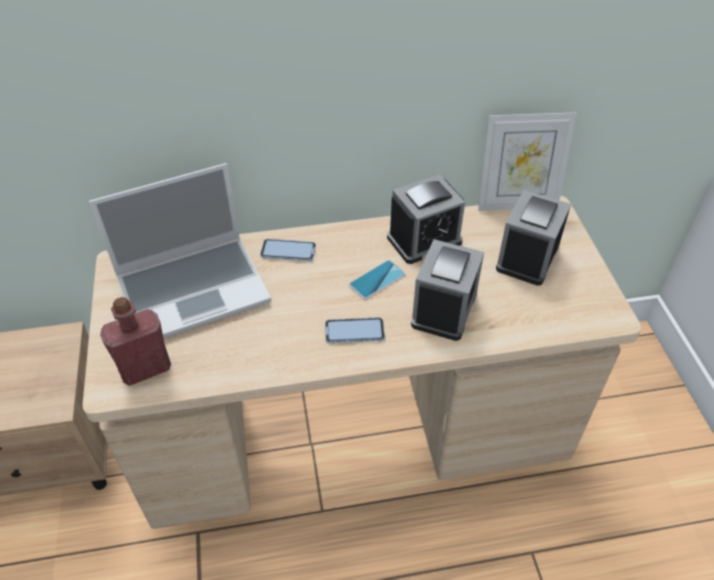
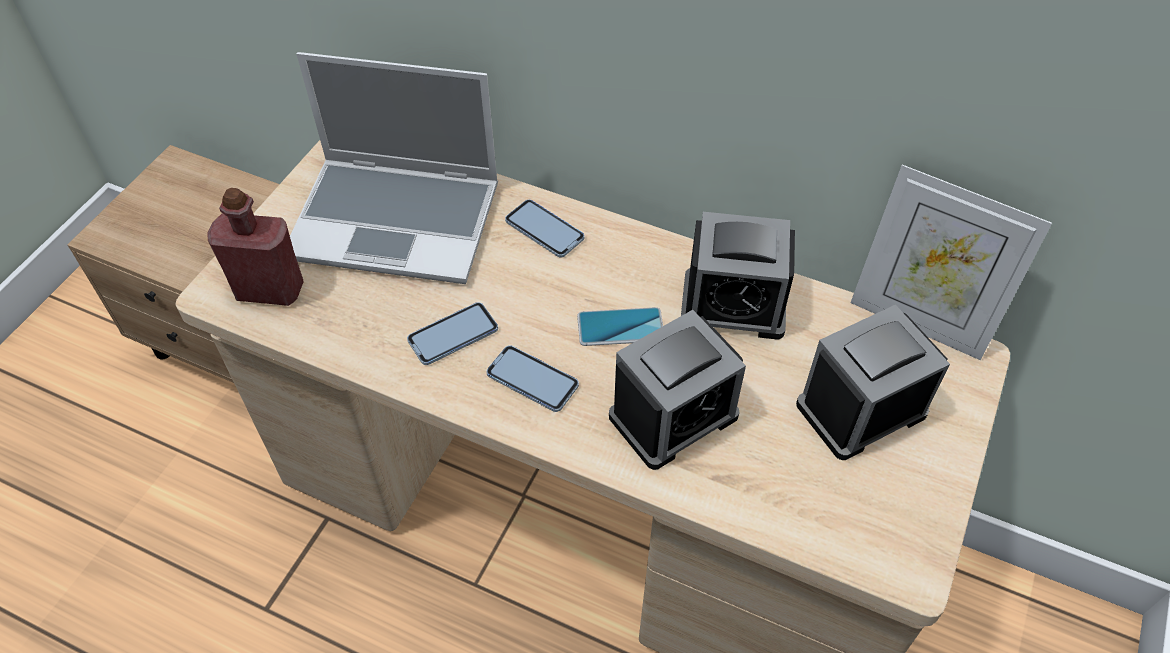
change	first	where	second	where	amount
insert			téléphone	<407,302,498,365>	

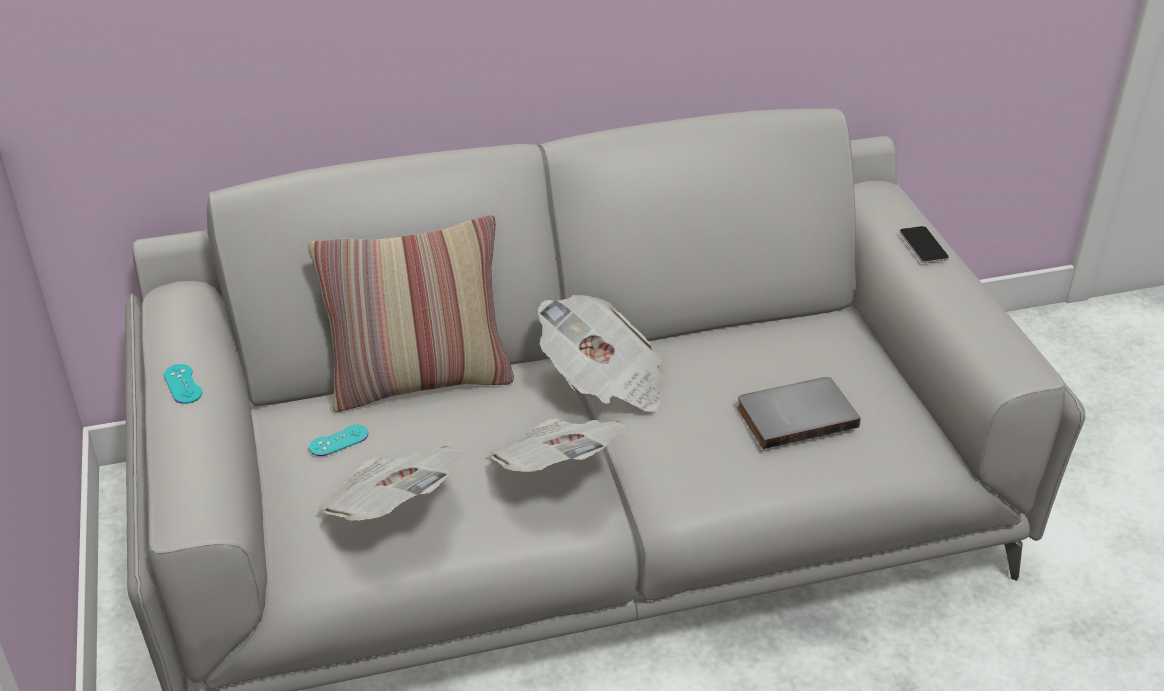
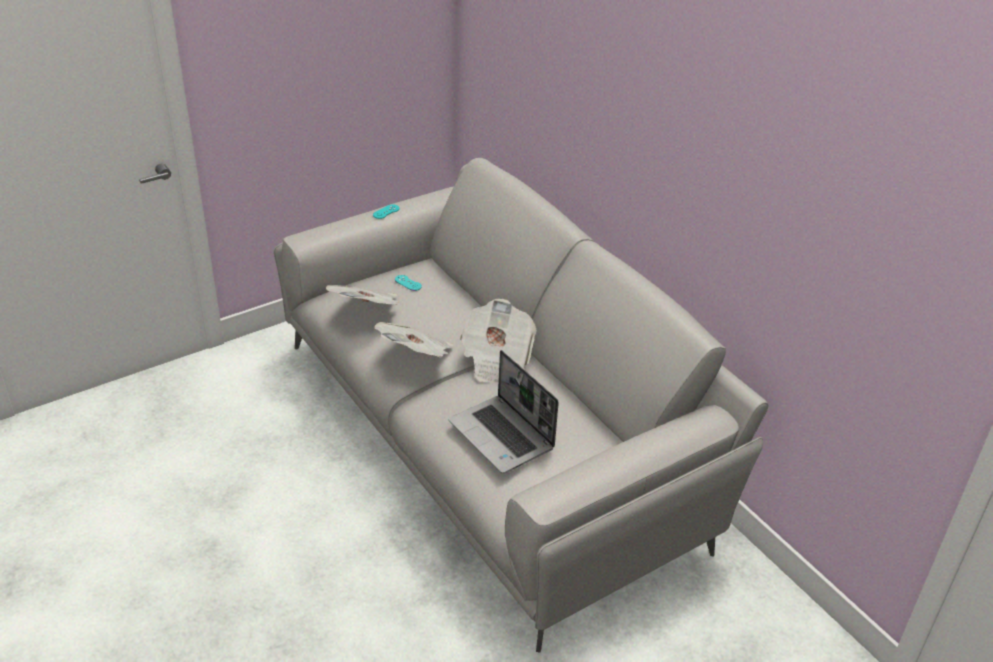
change	first	where	second	where	amount
delete	coussin	<308,215,514,412>			
delete	téléphone	<899,226,949,263>			
replace	livre [gris]	<737,377,861,449>	ordinateur portable	<449,350,559,474>	

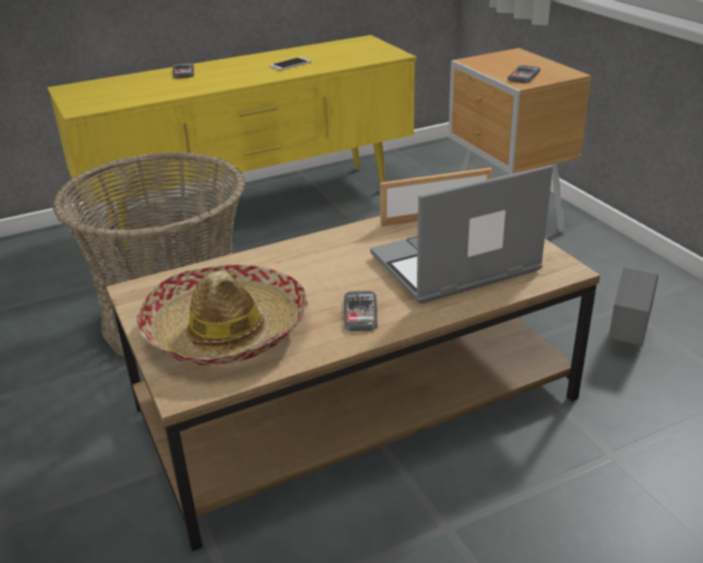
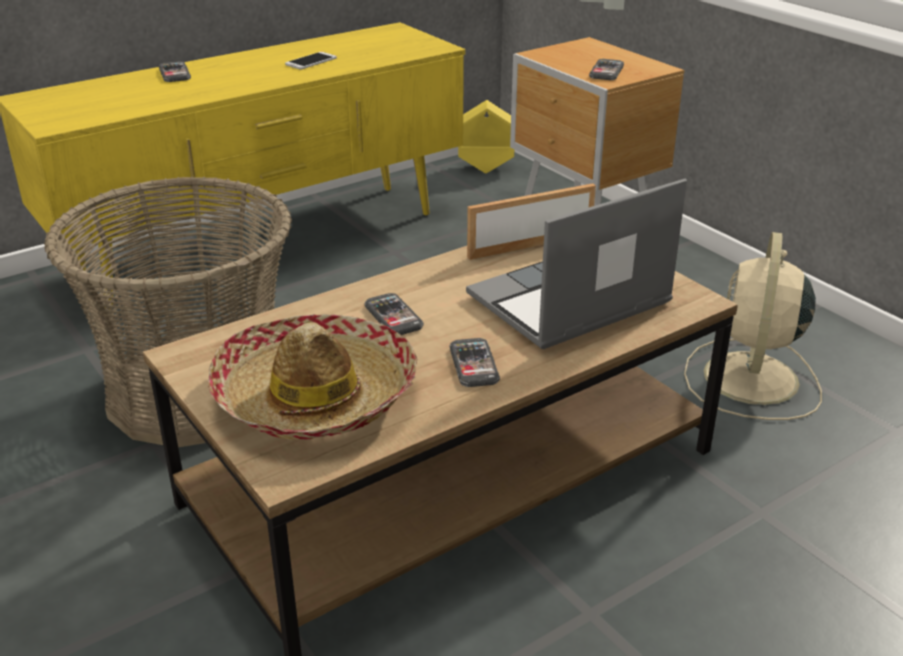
change	first	where	second	where	amount
replace	cache-pot [gris]	<608,267,659,346>	ventilateur [beige]	<684,232,822,420>	
insert			cache-pot [jaune]	<458,100,514,173>	
insert			téléphone	<364,293,424,335>	

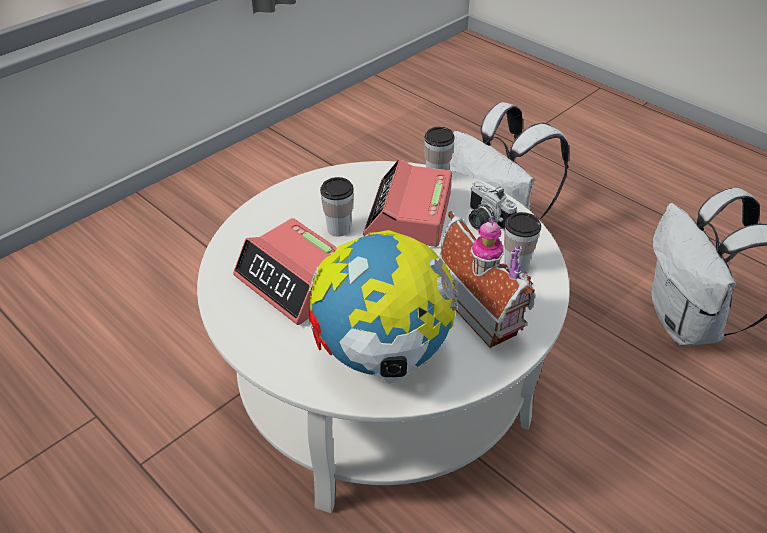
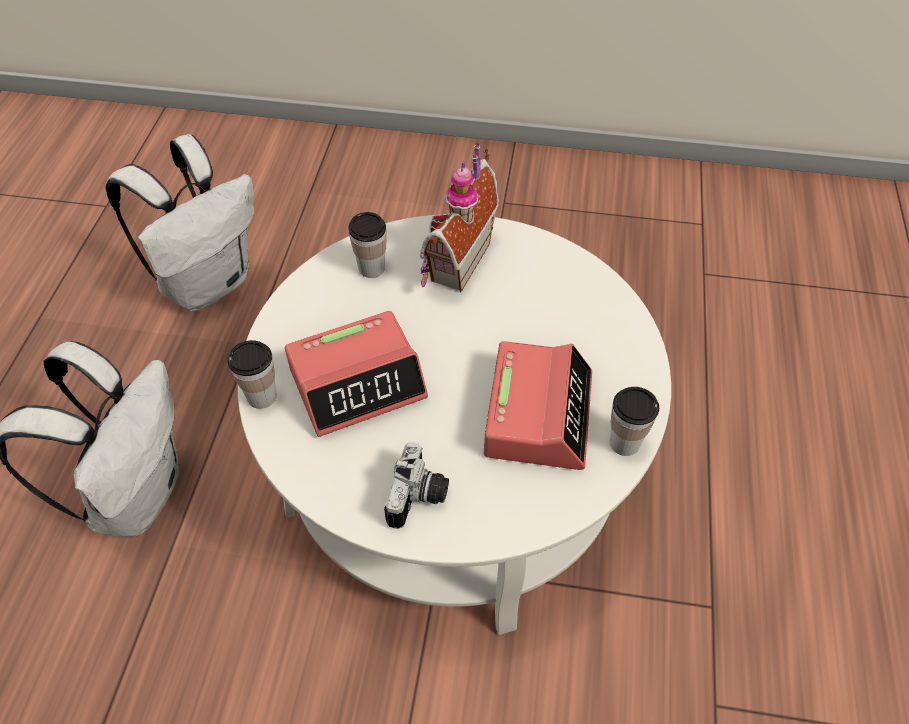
change	first	where	second	where	amount
move	tasse	<320,177,354,236>		<610,387,659,456>	
move	appareil photo	<469,182,517,230>		<384,442,449,529>	
delete	globe	<309,230,457,384>			

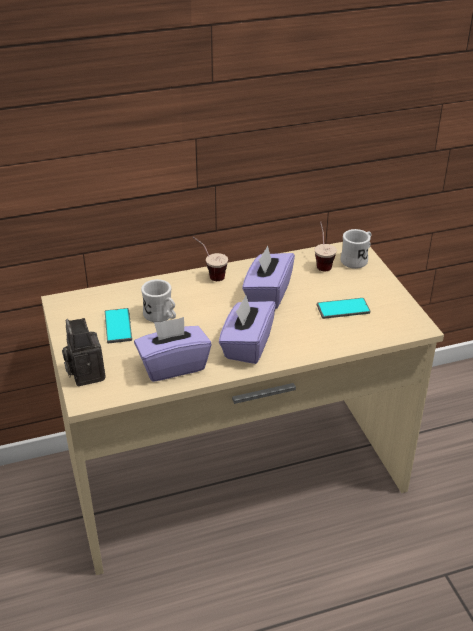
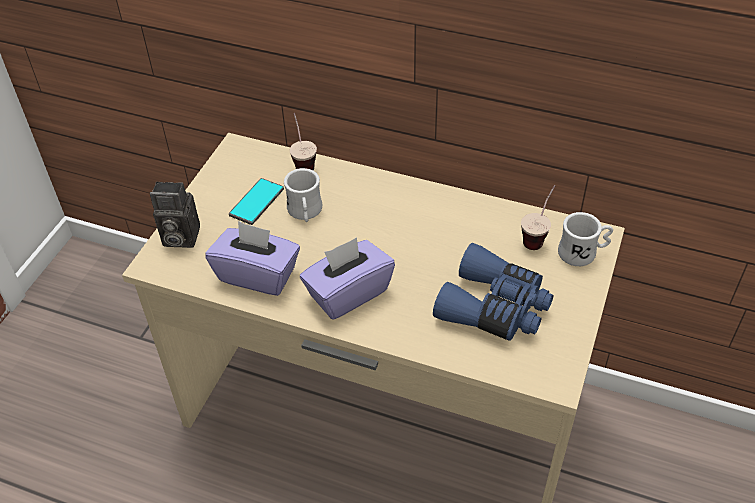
change	first	where	second	where	amount
move	tasse	<193,237,228,281>		<290,113,317,171>	
delete	boîte à mouchoirs [violet]	<242,245,295,309>			
replace	téléphone	<317,298,370,319>	jumelles [bleu]	<433,243,554,341>	
rotate	appareil photo	<62,318,106,386>		<150,182,200,248>	105 degrees counterclockwise

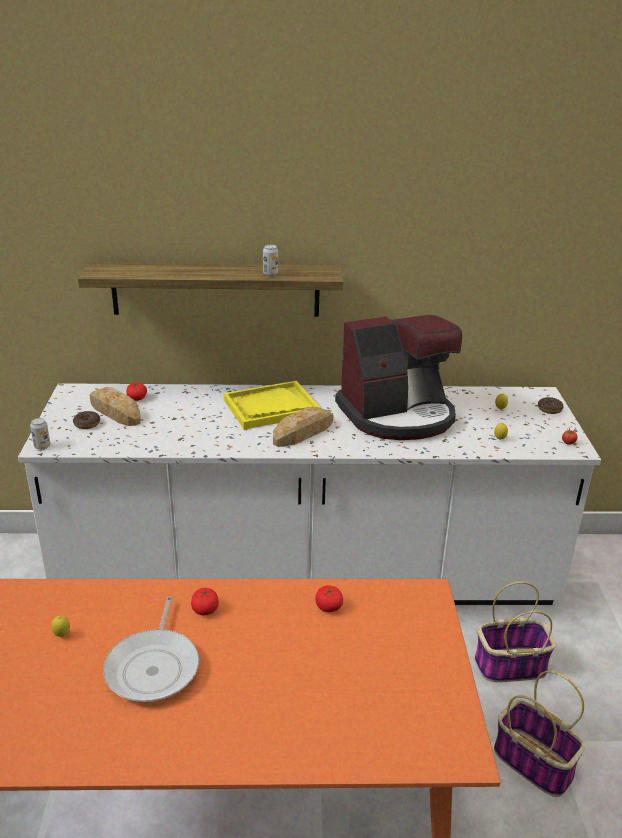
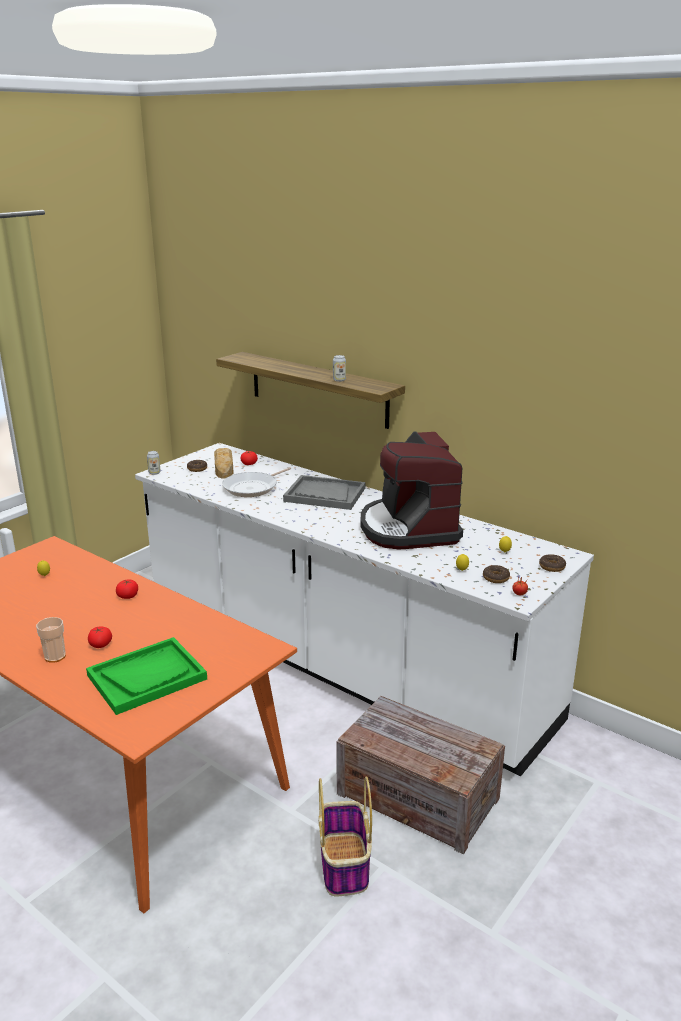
change	first	where	second	where	amount
rotate	machine à café	<335,314,462,440>		<360,431,463,550>	60 degrees clockwise
recolor	plateau [jaune]	<224,381,321,429>	plateau [gris]	<283,475,365,510>	
delete	pain	<273,407,333,447>			
replace	panier	<474,582,556,682>	caisse	<337,696,505,855>	
move	tomate	<315,585,343,612>		<88,626,112,648>	
move	poêle	<103,596,199,702>		<222,467,291,497>	
insert			beignet	<483,565,510,583>	
insert			tasse	<36,617,66,663>	
insert			plateau [vert]	<86,637,207,715>	

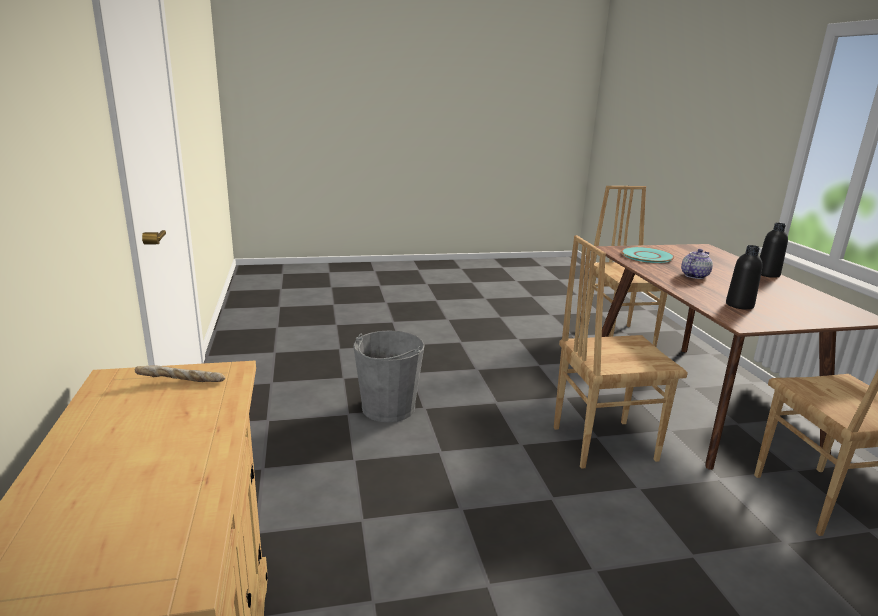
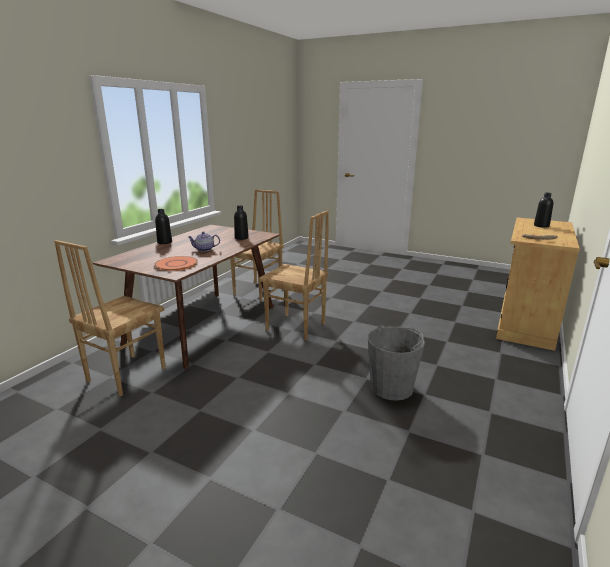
change	first	where	second	where	amount
recolor	assiette [turquoise]	<621,247,675,263>	assiette [orange]	<154,256,198,271>	
insert			bouteille [noir]	<534,193,553,228>	

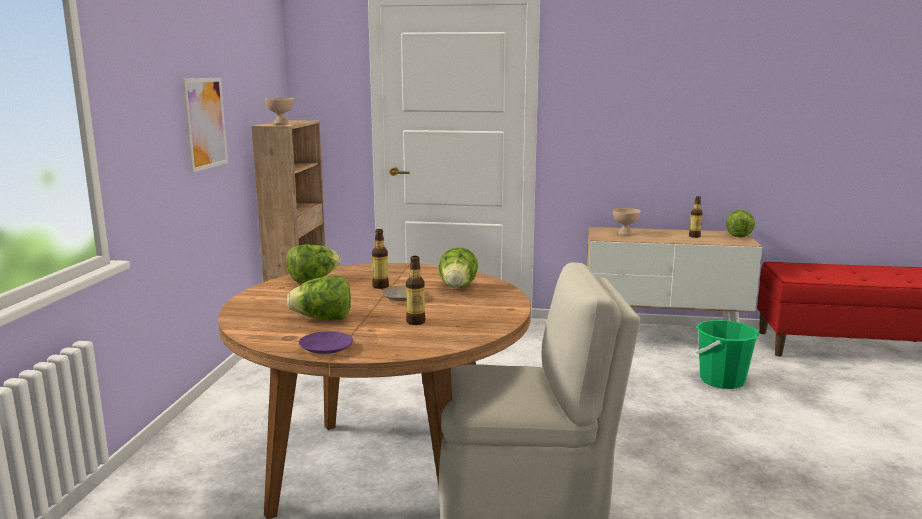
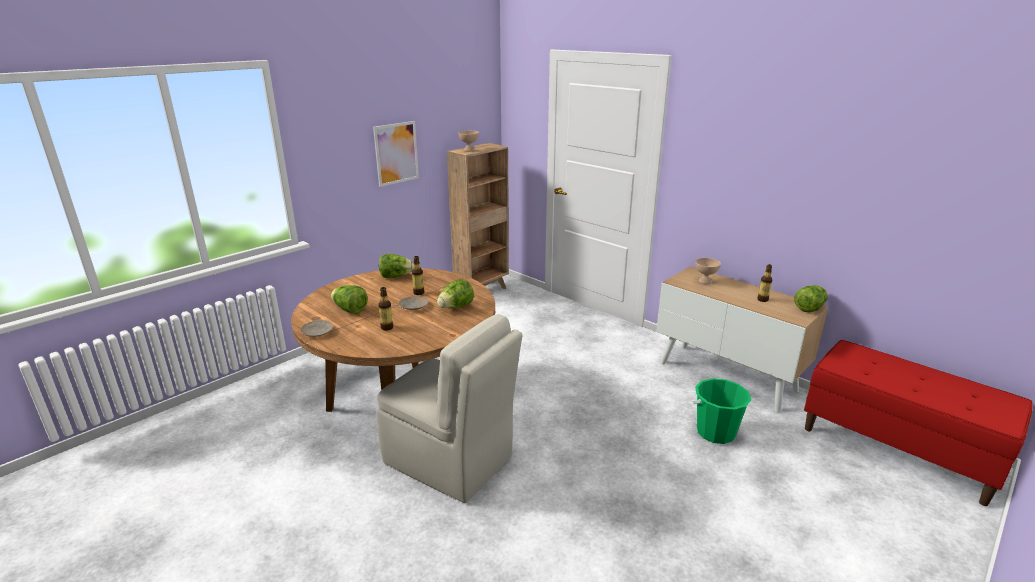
change	first	where	second	where	amount
recolor	assiette [violet]	<299,332,353,354>	assiette [beige]	<300,320,333,337>	

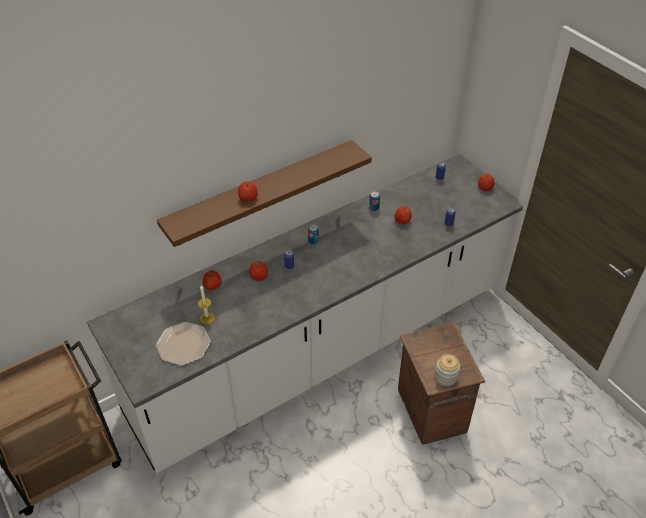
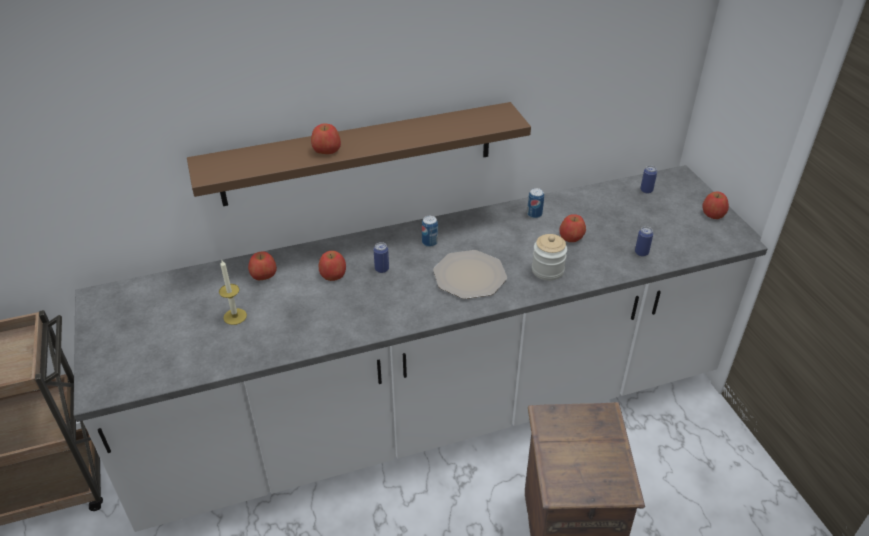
change	first	where	second	where	amount
move	assiette	<156,322,211,366>		<433,250,507,299>	
move	bocal	<435,354,460,386>		<532,234,567,281>	

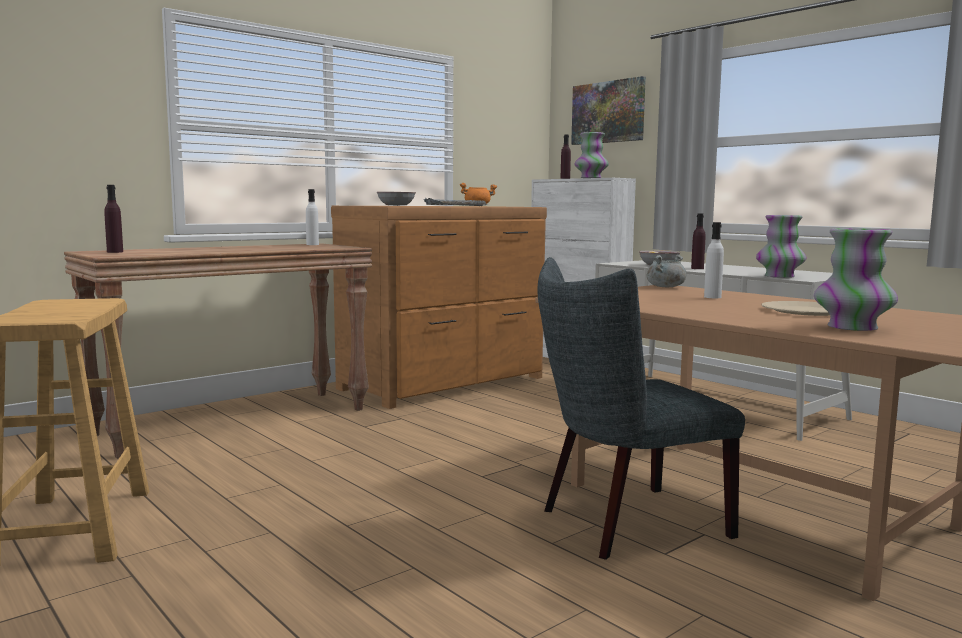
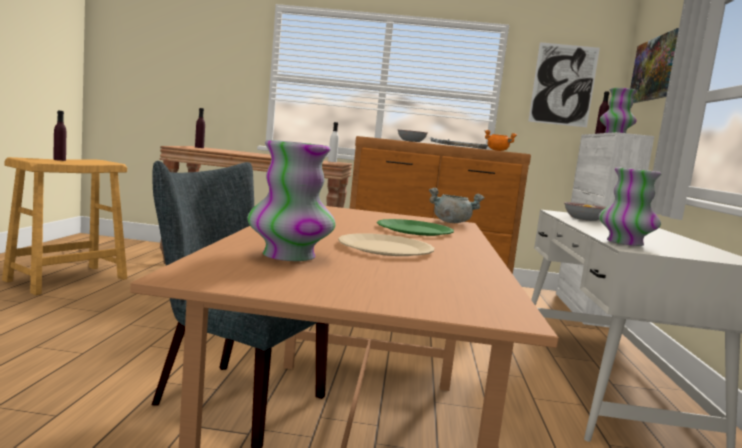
change	first	where	second	where	amount
move	bouteille [violet]	<691,213,706,269>		<54,110,66,161>	
replace	bouteille [blanc]	<704,222,724,298>	assiette [vert]	<377,219,454,236>	
insert			tableau	<528,42,600,127>	

